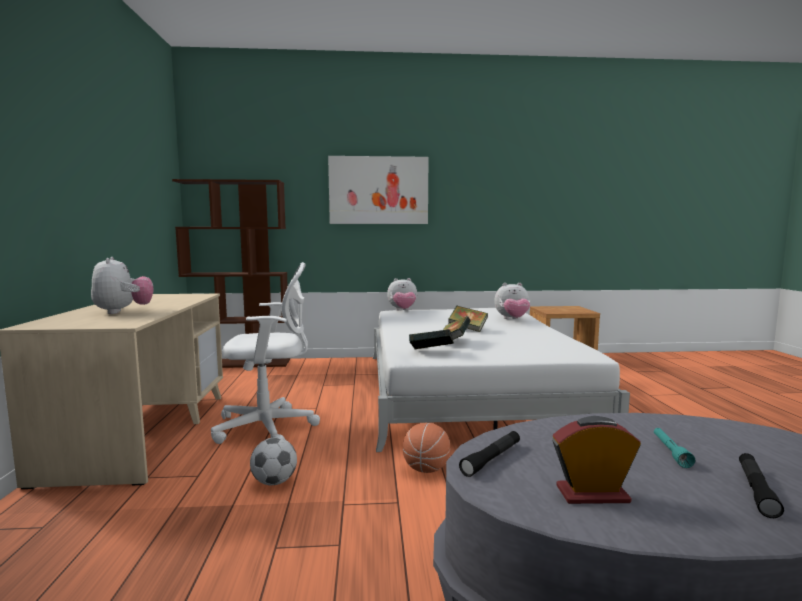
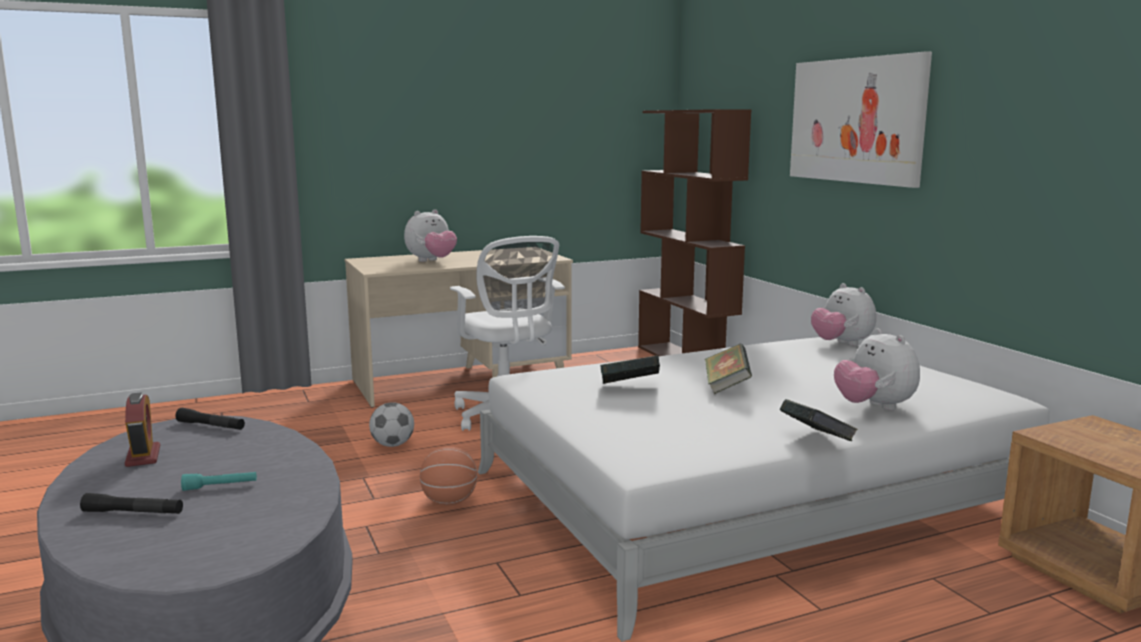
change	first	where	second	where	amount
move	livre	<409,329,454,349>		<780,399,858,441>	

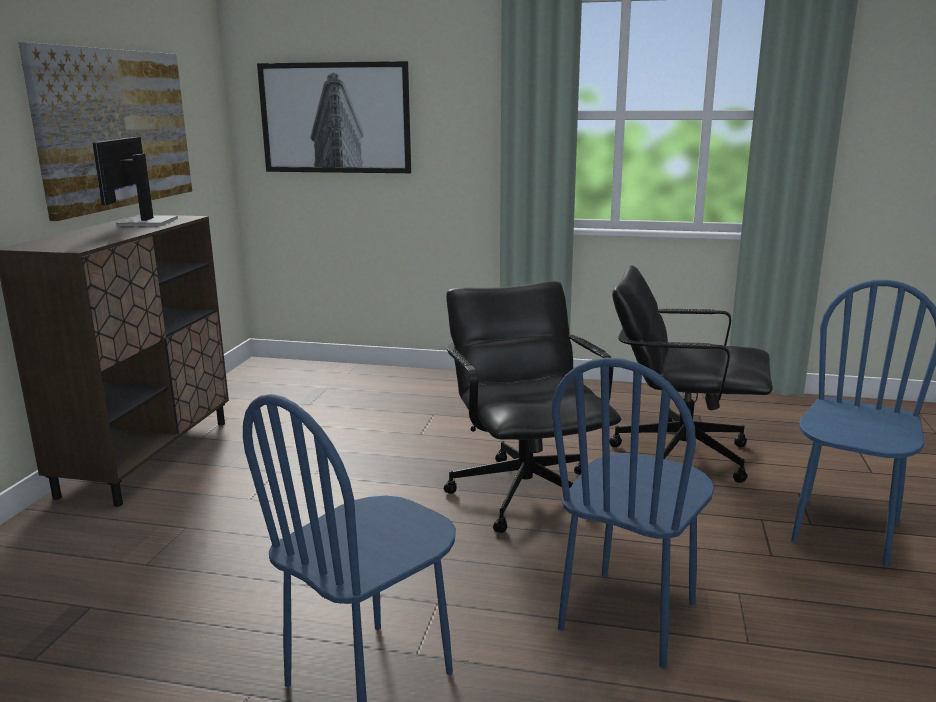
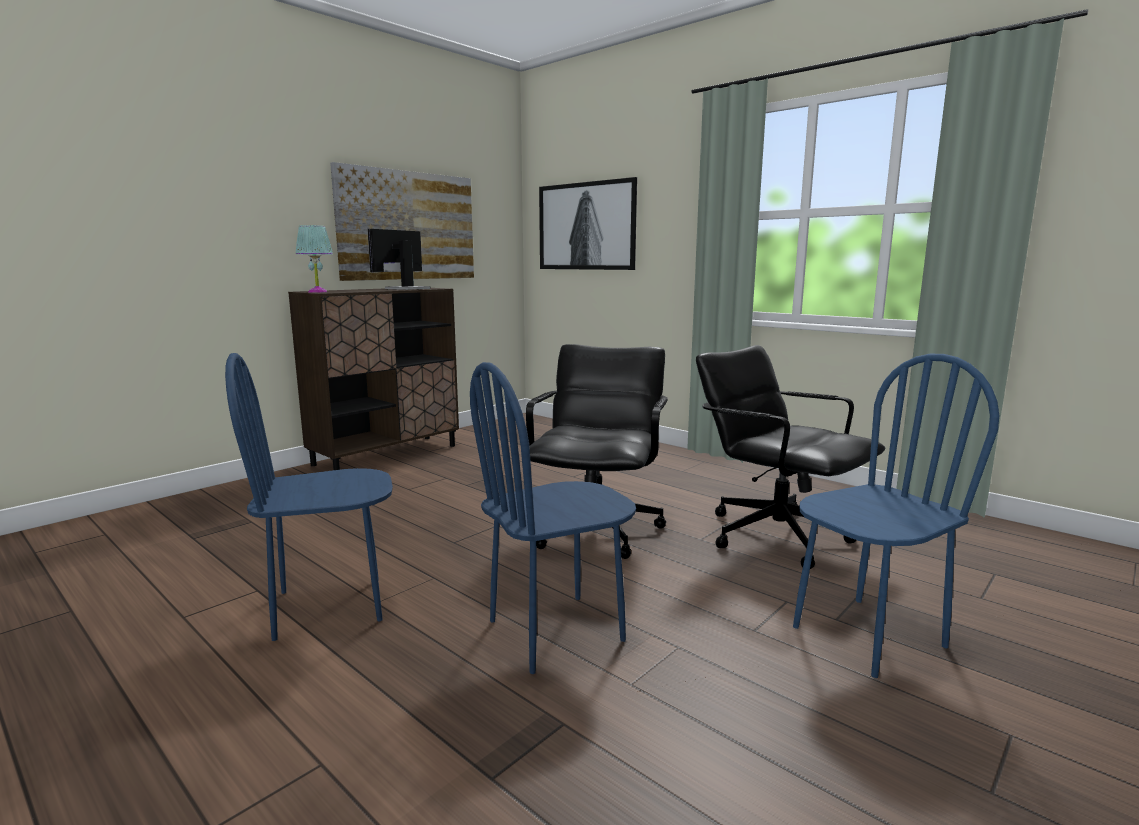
change	first	where	second	where	amount
insert			lampe de table [turquoise]	<295,225,333,293>	

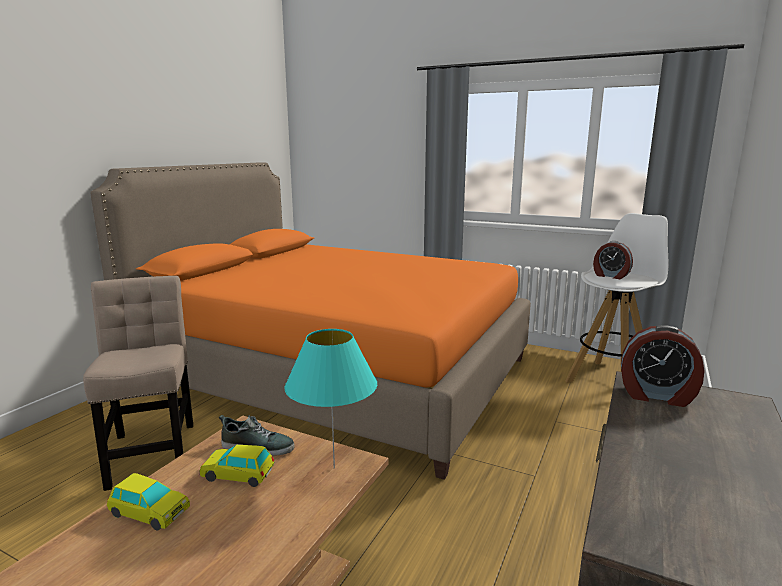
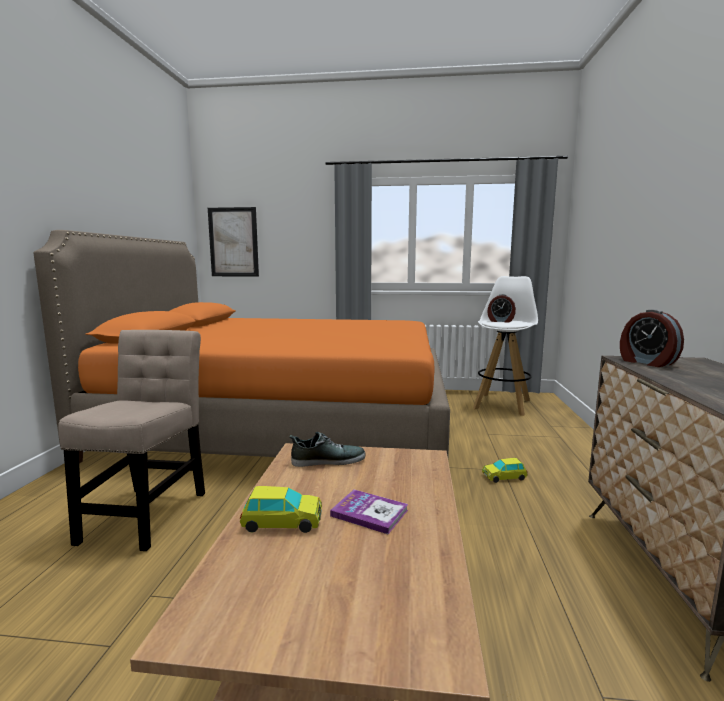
change	first	where	second	where	amount
rotate	chaise [beige]	<83,276,193,491>		<58,330,205,551>	45 degrees clockwise
rotate	réveil	<621,325,705,407>		<620,310,684,367>	60 degrees clockwise
delete	lampe de table [turquoise]	<284,329,377,468>			
move	petite voiture	<199,445,275,487>		<482,458,528,483>	
insert			tableau	<208,207,259,276>	
insert			livre	<330,489,408,534>	

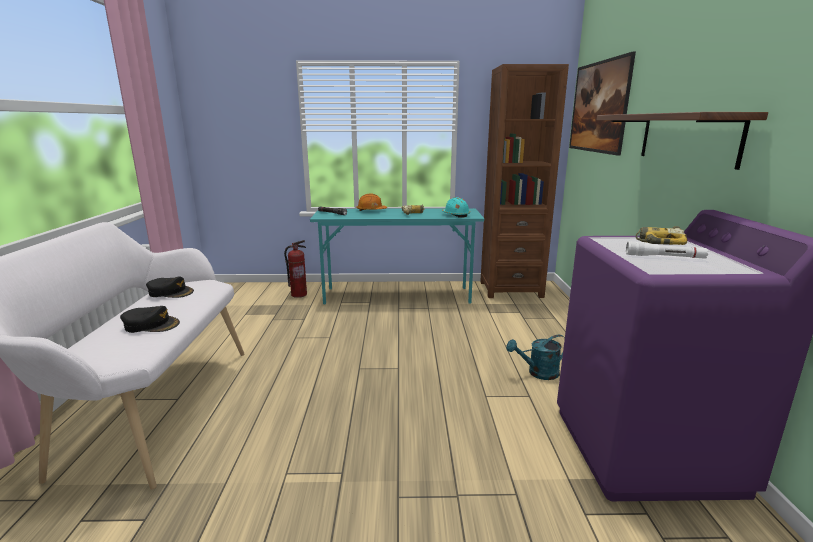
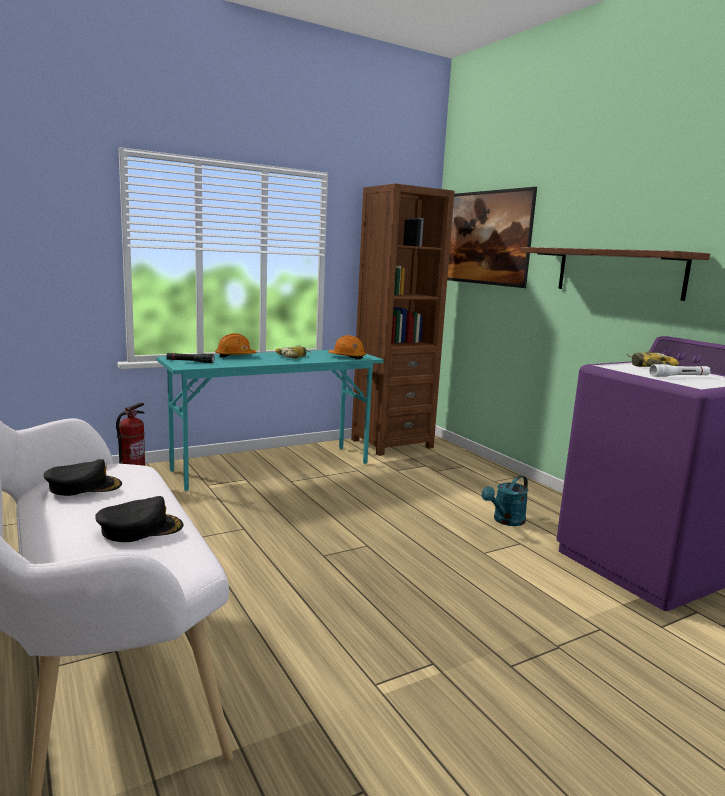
change	first	where	second	where	amount
recolor	casque de chantier [turquoise]	<442,197,470,218>	casque de chantier [orange]	<328,335,366,359>	

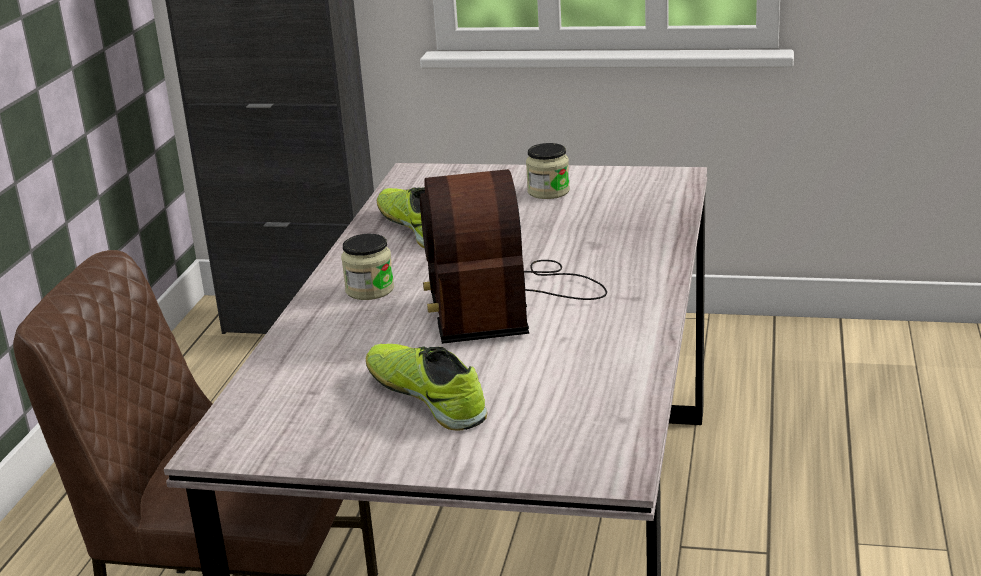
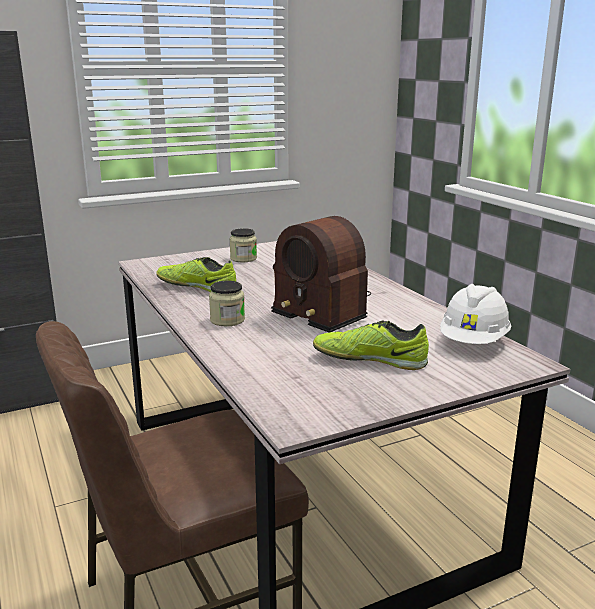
change	first	where	second	where	amount
insert			casque de chantier [blanc]	<440,284,511,344>	

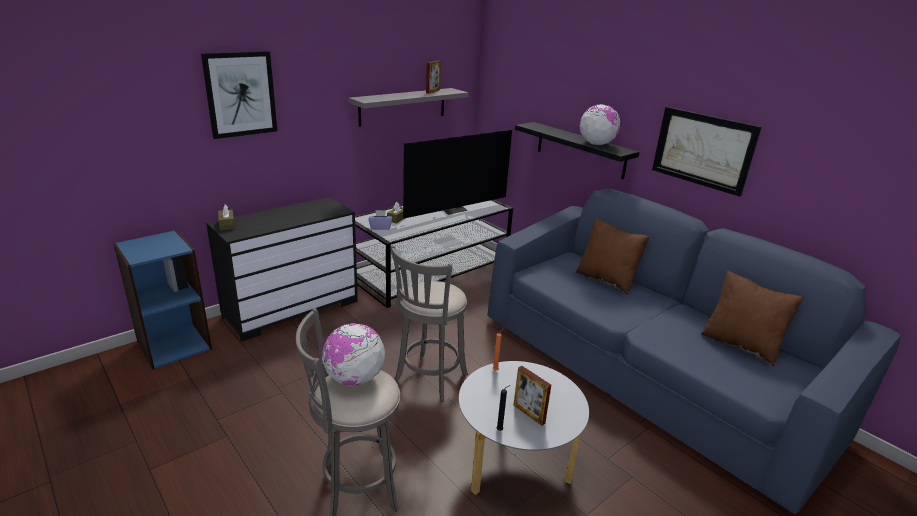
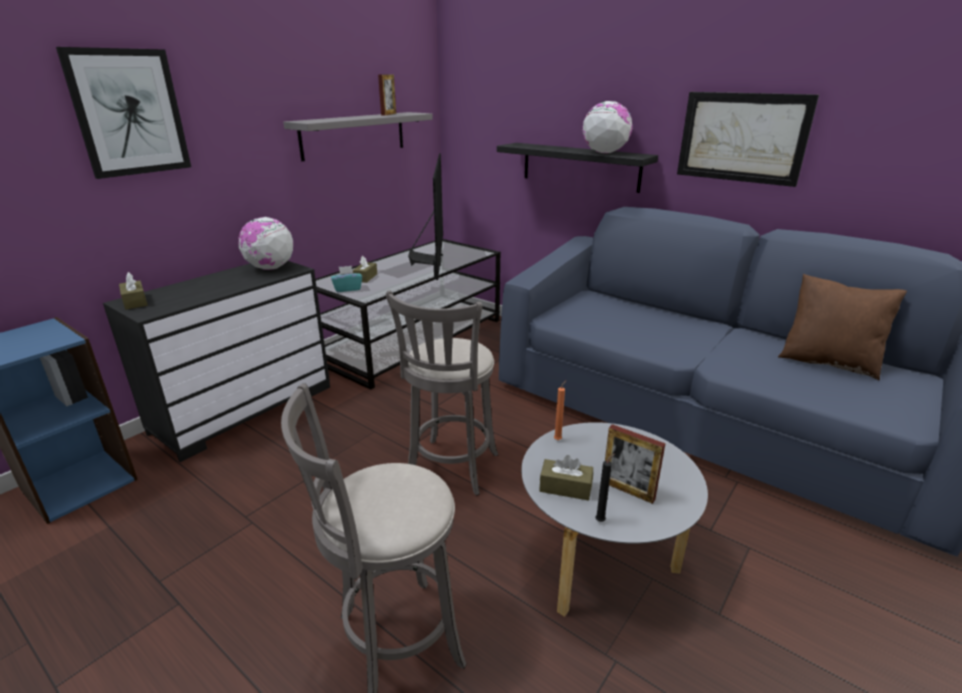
change	first	where	second	where	amount
rotate	téléviseur	<403,130,512,218>		<408,153,443,280>	45 degrees counterclockwise
recolor	boîte à mouchoirs [violet]	<368,210,392,230>	boîte à mouchoirs [turquoise]	<331,266,362,292>	
delete	coussin [marron]	<576,218,649,295>			
move	globe	<322,323,385,387>		<238,217,293,270>	
insert			boîte à mouchoirs [marron]	<539,455,593,501>	

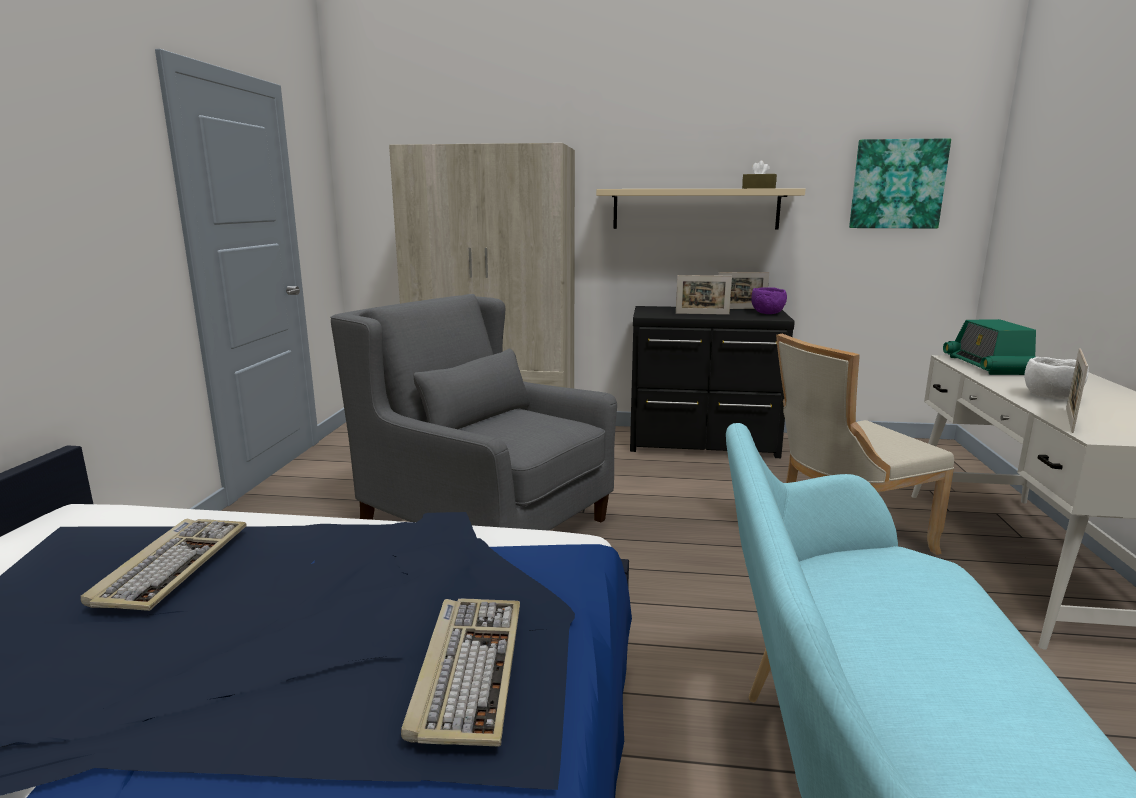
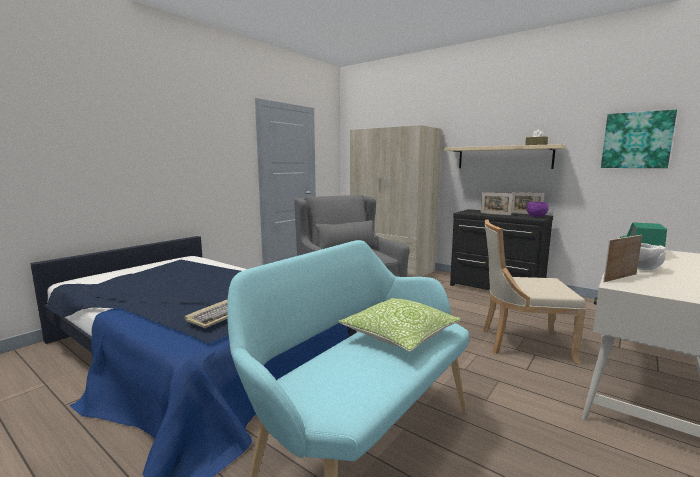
change	first	where	second	where	amount
delete	clavier	<81,519,247,611>			
insert			coussin	<338,298,461,352>	

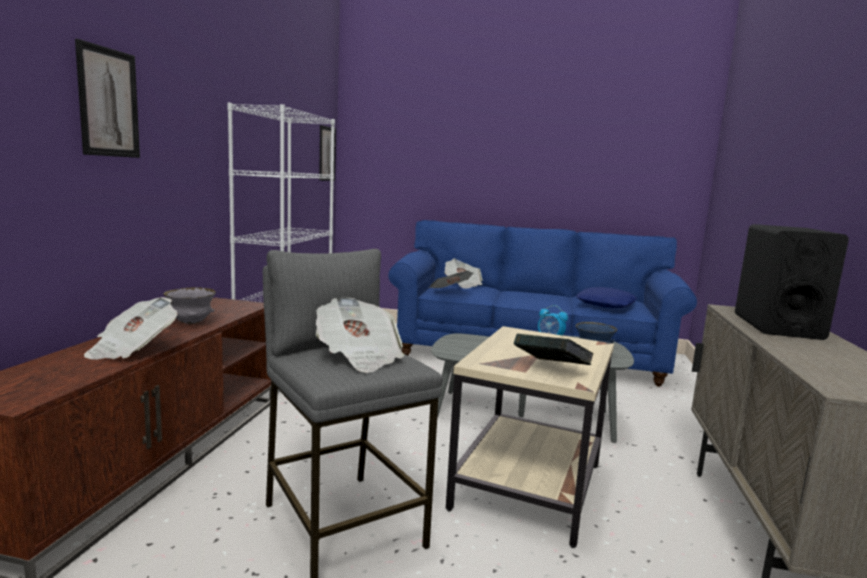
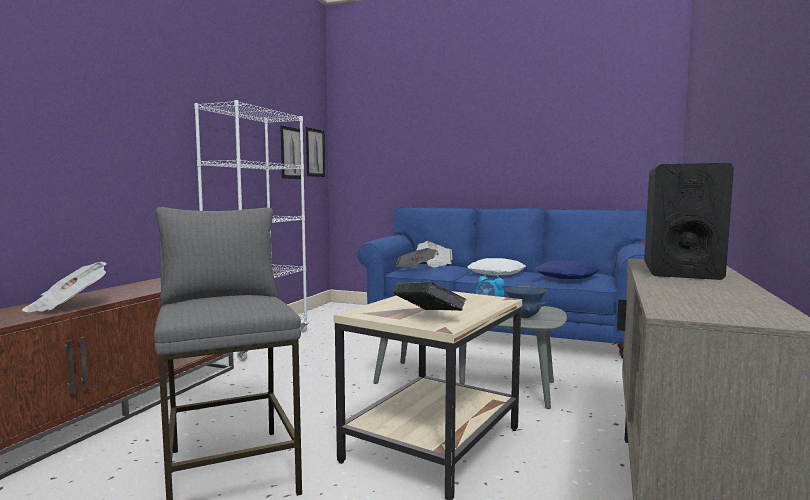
change	first	where	second	where	amount
move	tableau	<75,39,140,158>		<280,125,301,179>	
delete	bol [gris]	<164,287,216,324>			
delete	journal	<316,298,404,373>			
insert			coussin [blanc]	<468,258,526,276>	

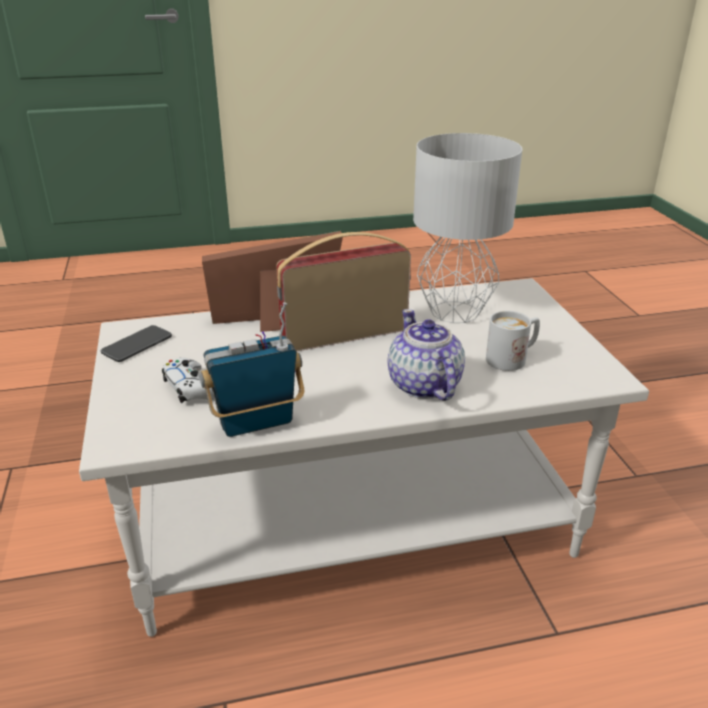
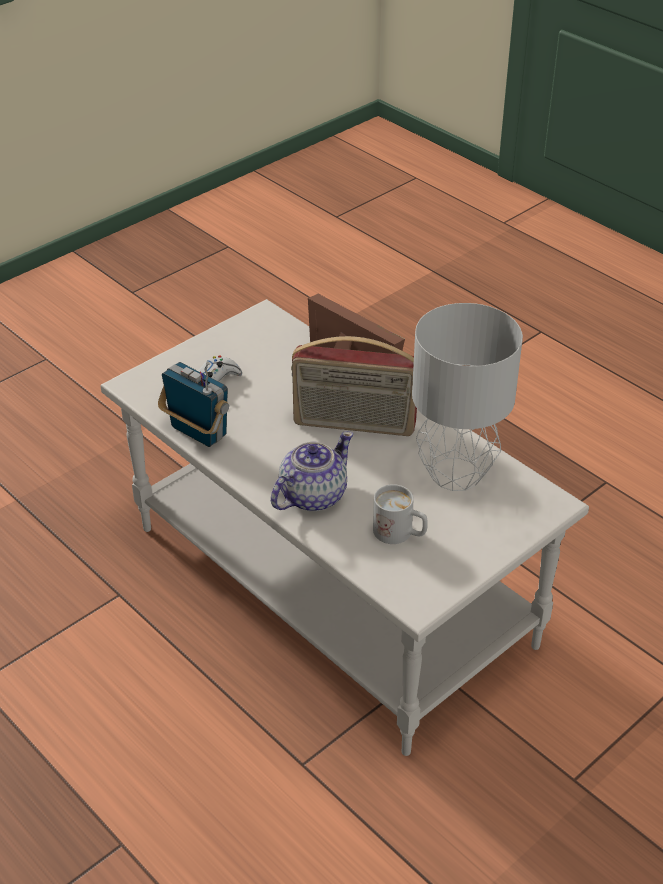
change	first	where	second	where	amount
rotate	radio	<276,232,411,352>		<291,336,417,436>	150 degrees clockwise
delete	téléphone	<101,325,172,362>			

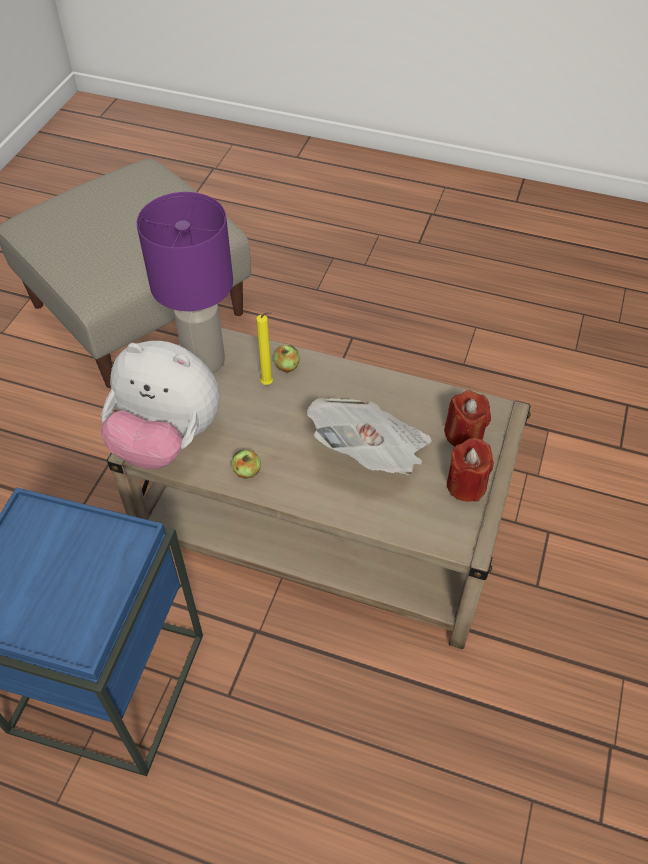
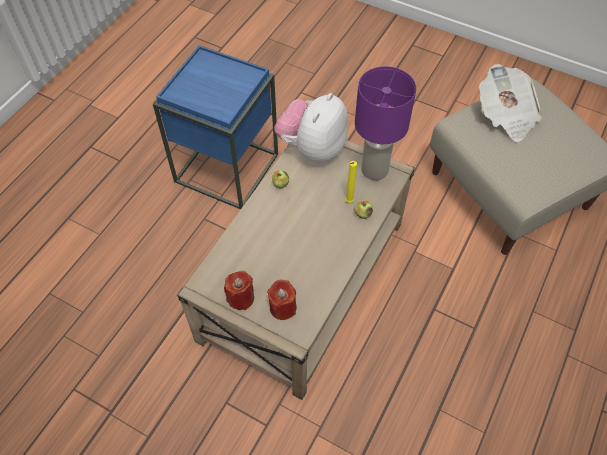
change	first	where	second	where	amount
move	journal	<307,398,432,475>		<479,64,542,142>	

